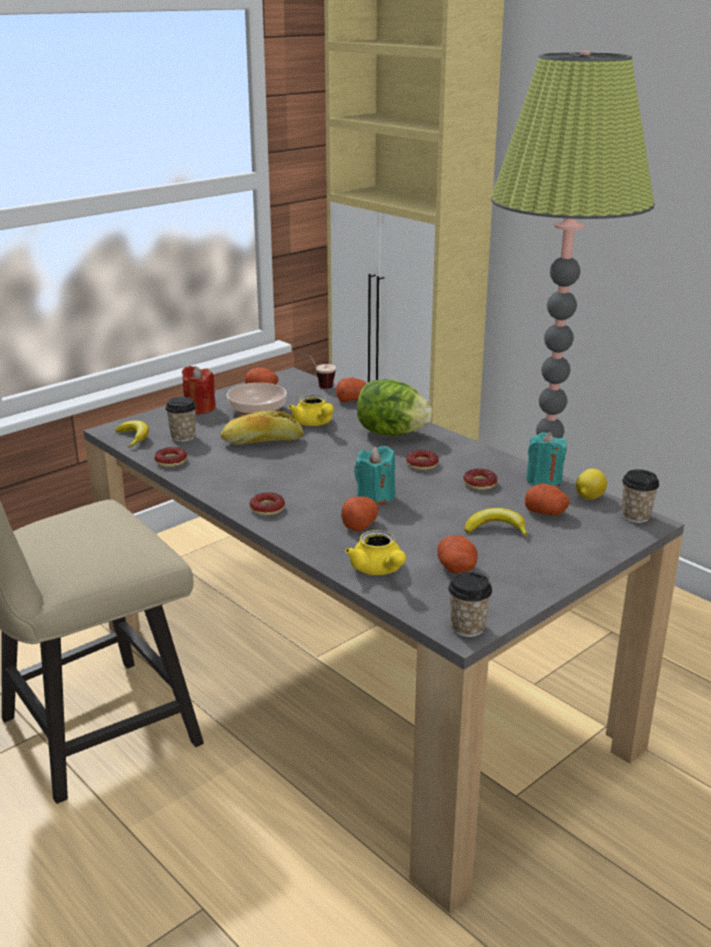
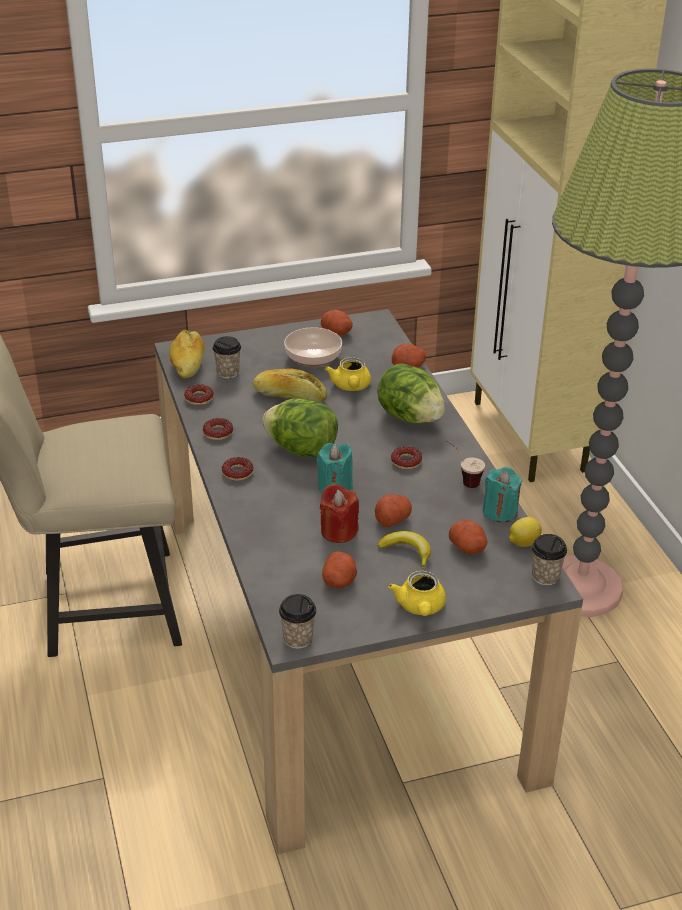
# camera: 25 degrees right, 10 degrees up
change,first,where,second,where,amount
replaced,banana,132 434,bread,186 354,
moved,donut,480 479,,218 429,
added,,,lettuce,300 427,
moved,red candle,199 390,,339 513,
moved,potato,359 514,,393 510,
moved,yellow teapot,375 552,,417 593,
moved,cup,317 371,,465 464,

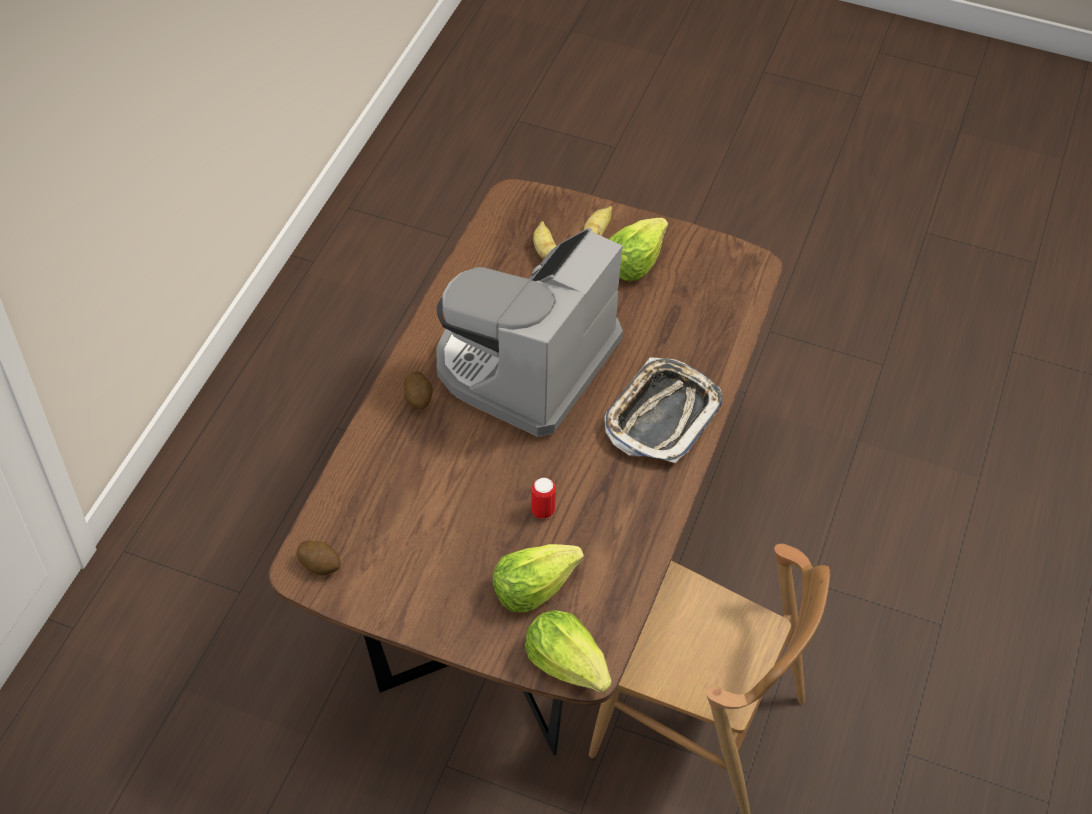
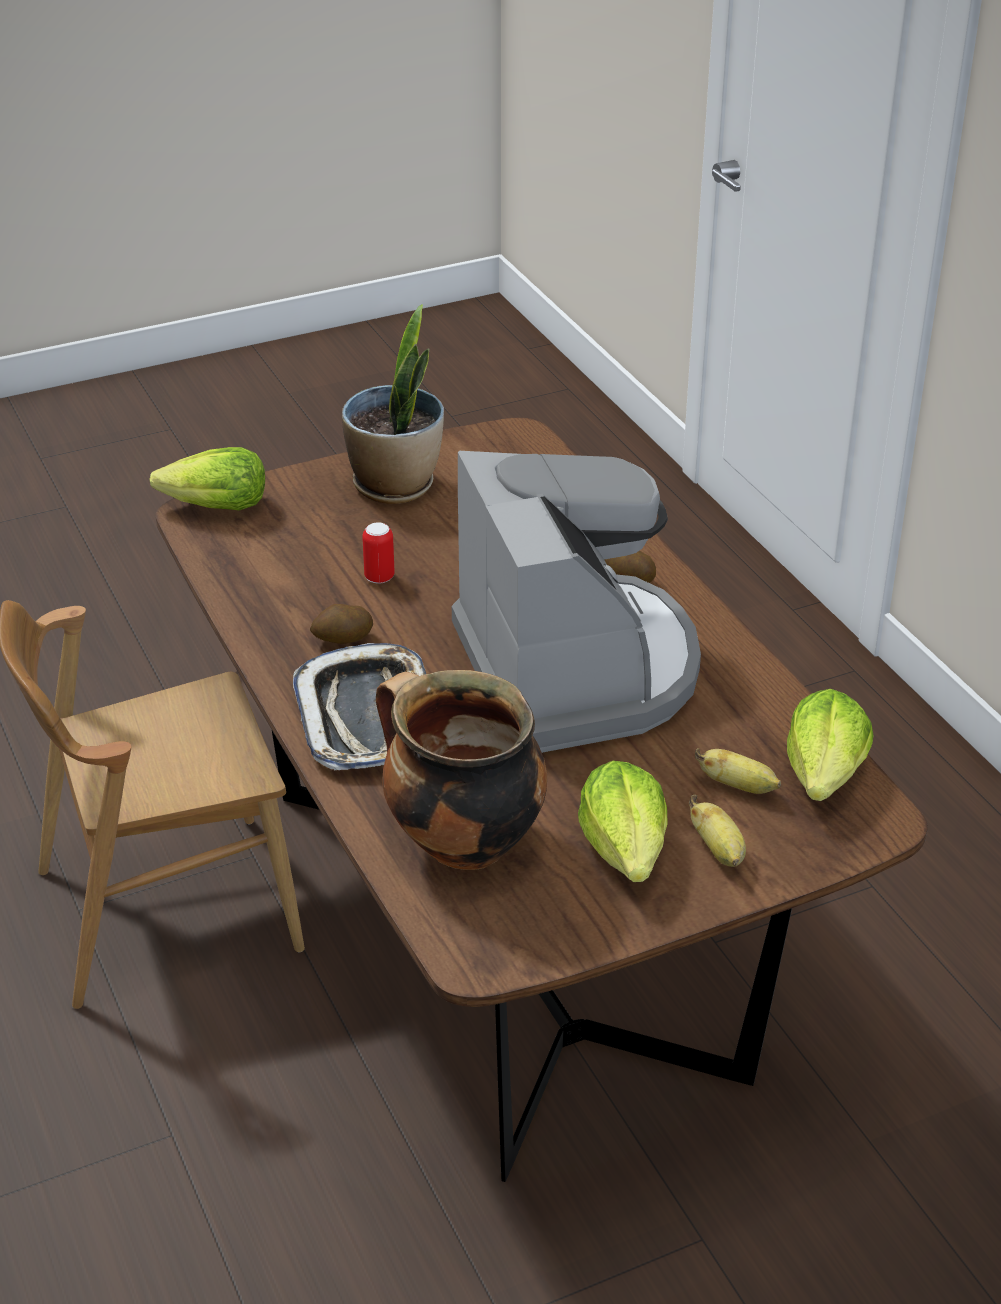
# camera: 135 degrees right, 15 degrees down
change,first,where,second,where,amount
moved,potato,318 558,,341 624,
added,,,potted plant,393 404,
added,,,cooking pot,461 770,
moved,lettuce,538 578,,830 745,

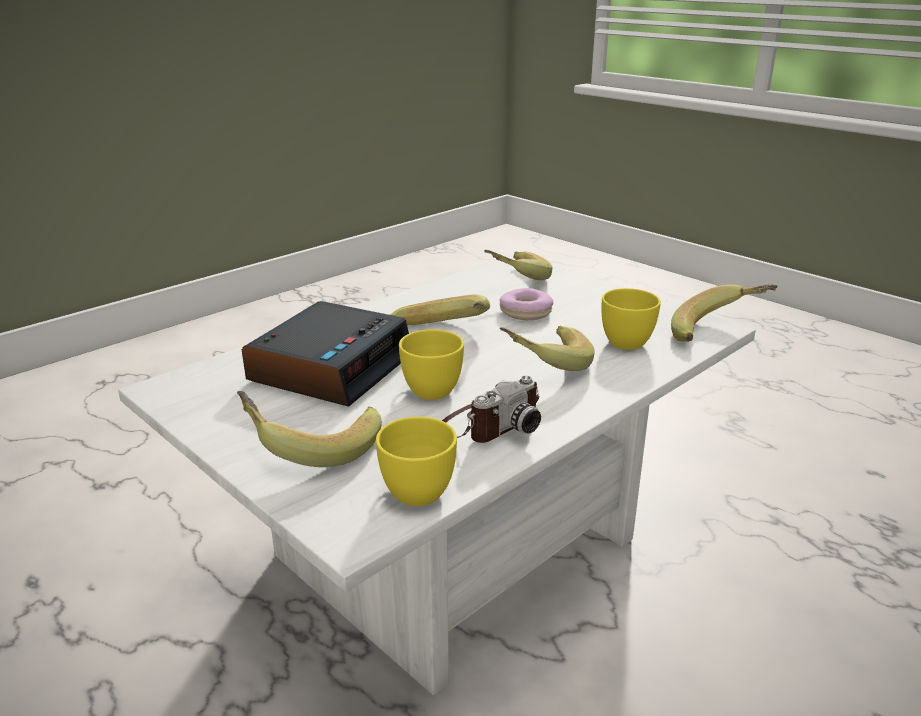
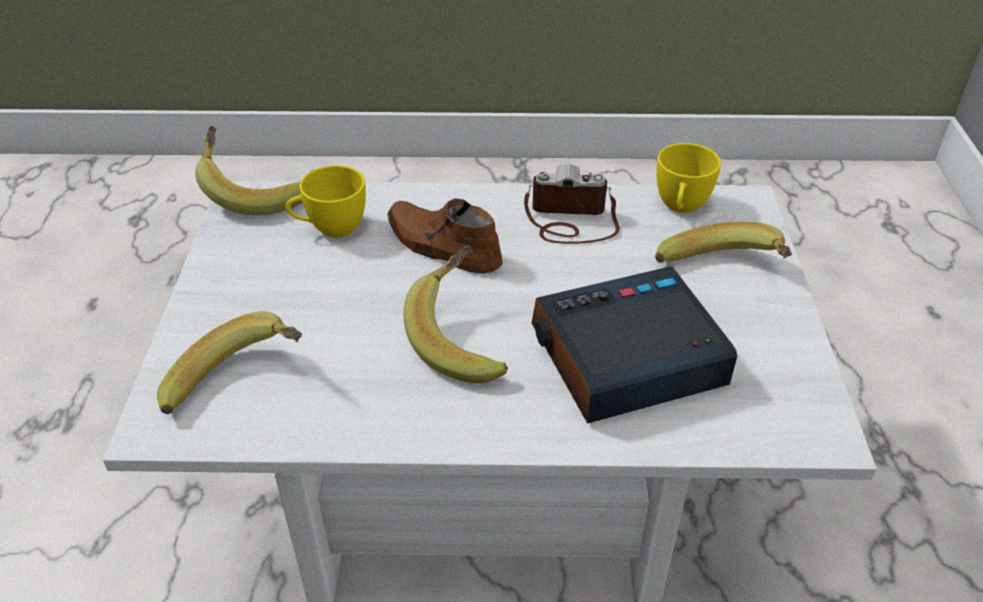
# camera: 135 degrees left, 15 degrees up
change,first,where,second,where,amount
replaced,banana,547 348,brown shoe,445 236,
removed,yellow cup,431 364,,,
removed,donut,526 304,,,

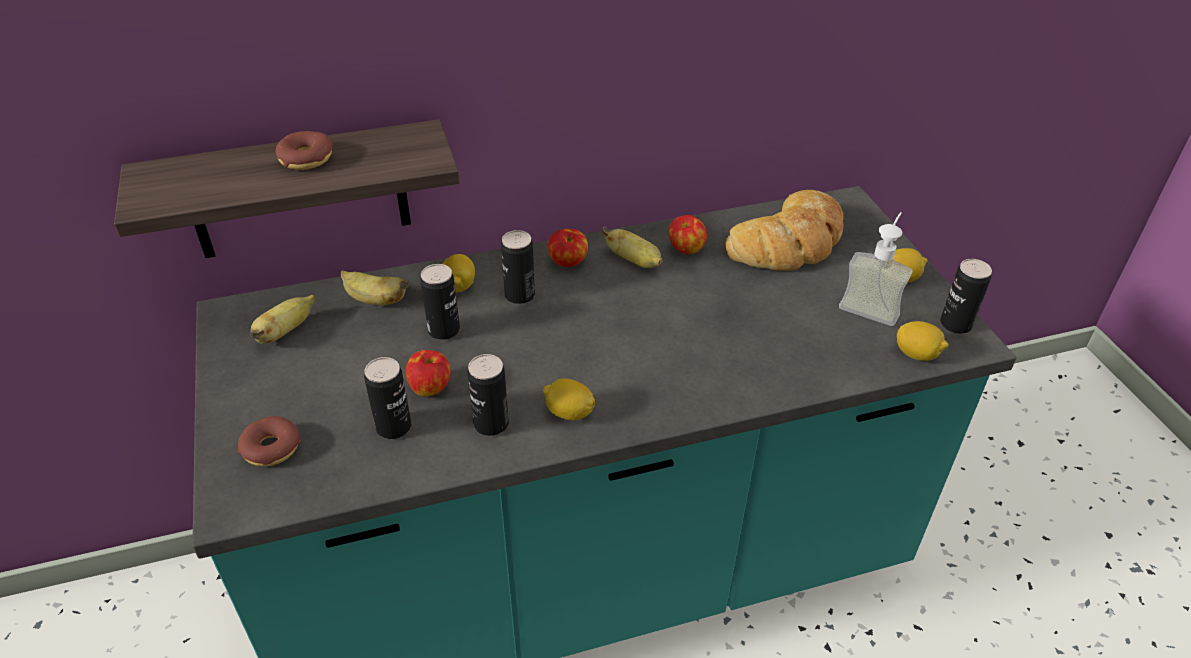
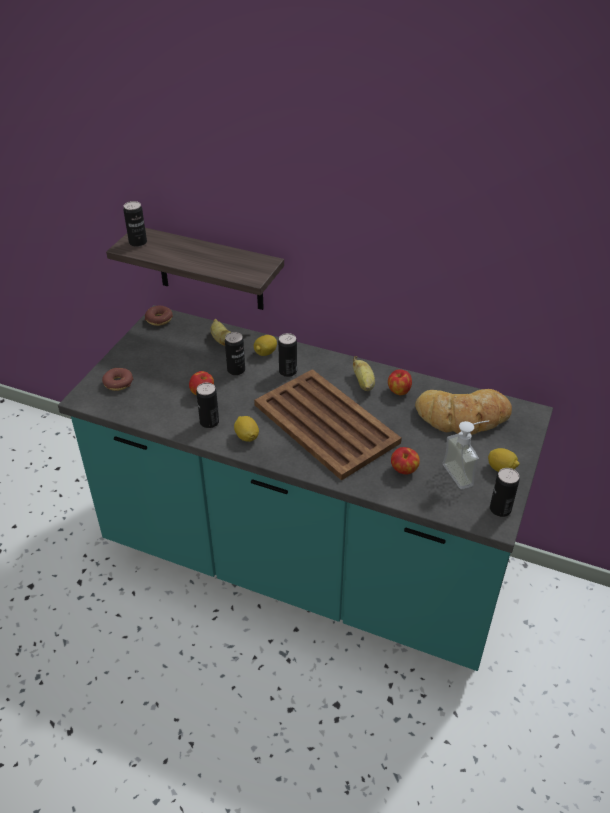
# camera: 40 degrees right, 0 degrees up
change,first,where,second,where,amount
moved,can,387 398,,135 224,
moved,donut,304 150,,159 316,
added,,,brown tray,328 425,
moved,apple,568 248,,405 460,
removed,banana,282 319,,,
removed,lemon,923 341,,,

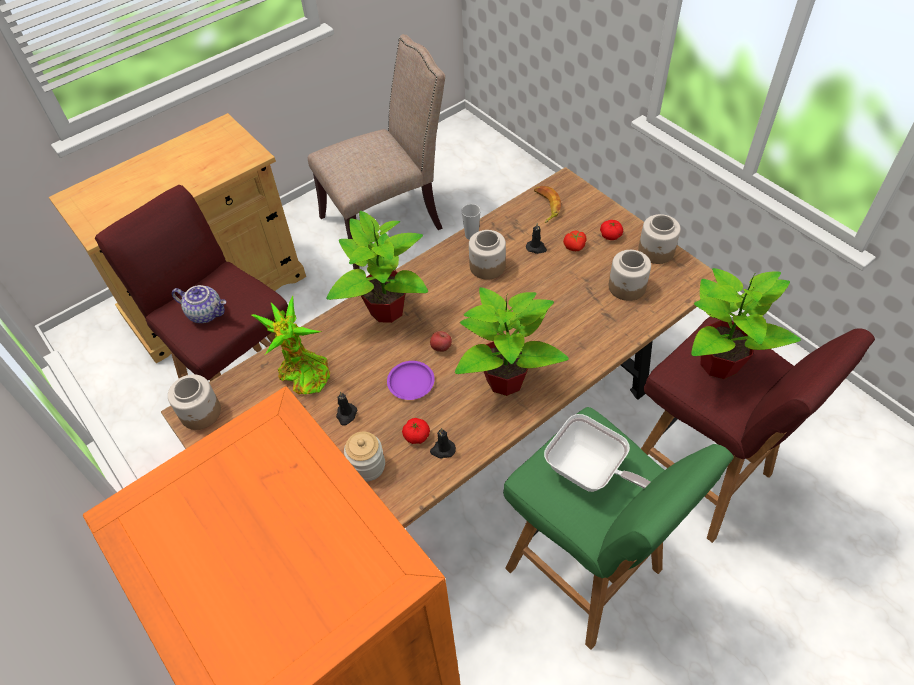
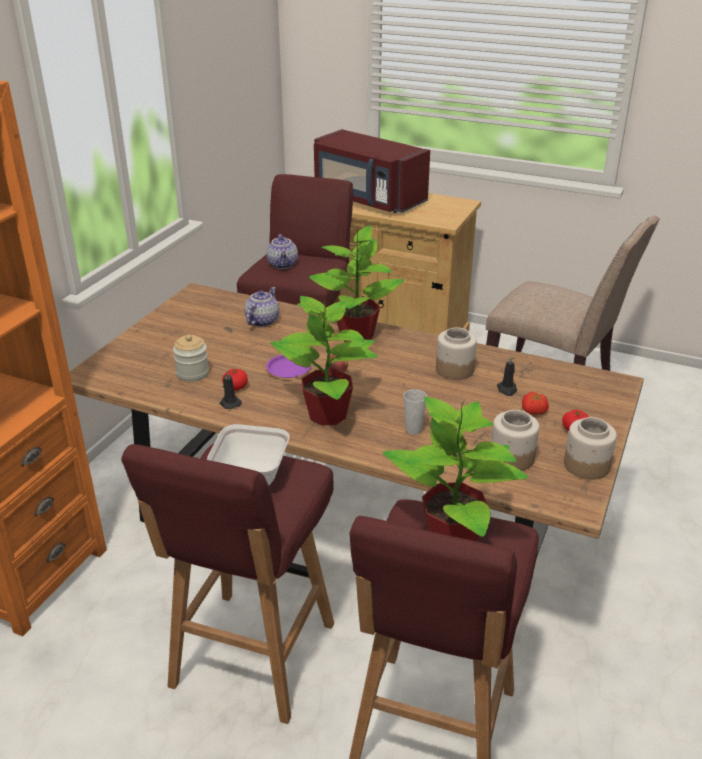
# camera: 60 degrees right, 20 degrees down
change,first,where,second,where,amount
recoloured,green stool,618 528,red stool,227 584,
replaced,potted plant,291 345,teapot,261 307,
added,,,red microwave,372 171,
moved,cup,471 222,,415 412,
removed,jar,194 402,,,
removed,black candle,347 409,,,
removed,banana,547 204,,,

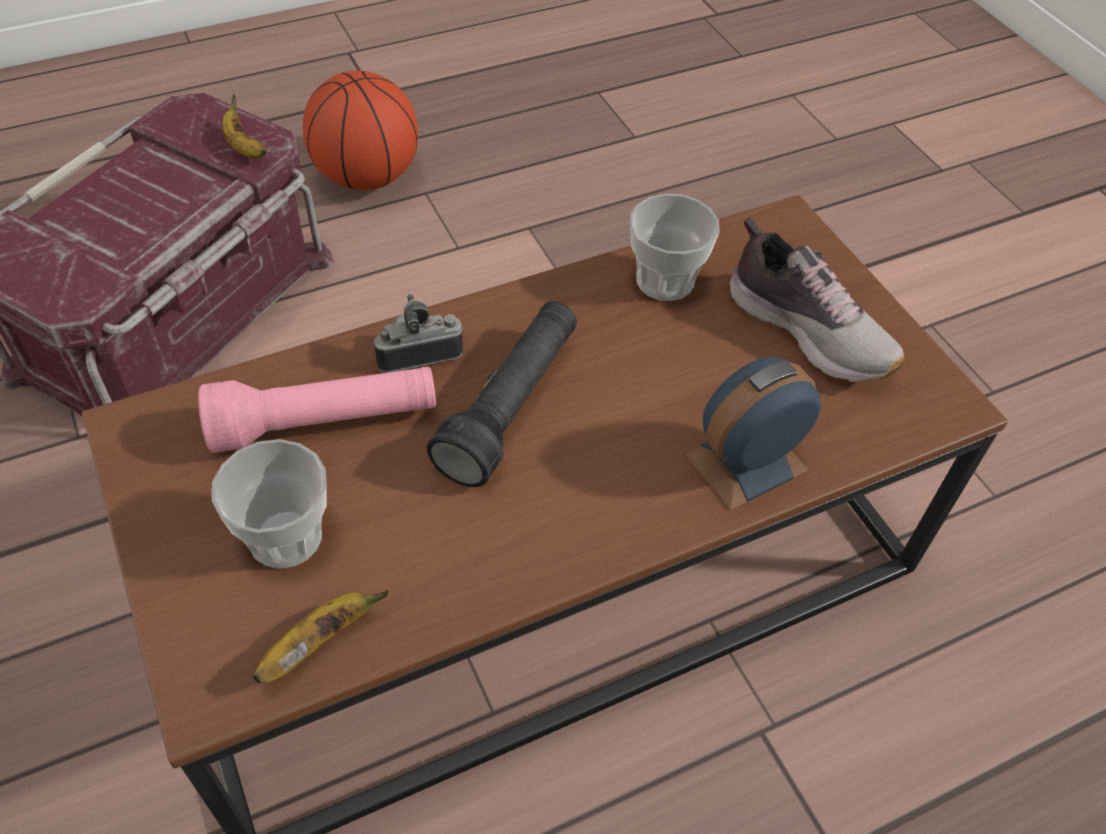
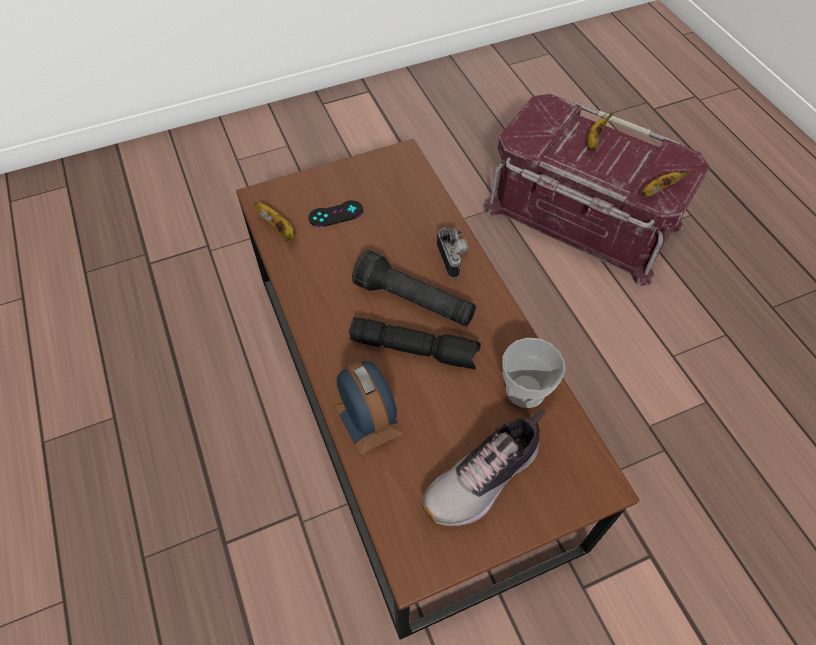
# camera: 95 degrees right, 5 degrees up
change,first,where,second,where,amount
replaced,cup,269 504,black game controller,335 213,
added,,,black flashlight,415 344,
added,,,banana,600 131,
removed,pink flashlight,317 410,,,
removed,basketball,360 130,,,

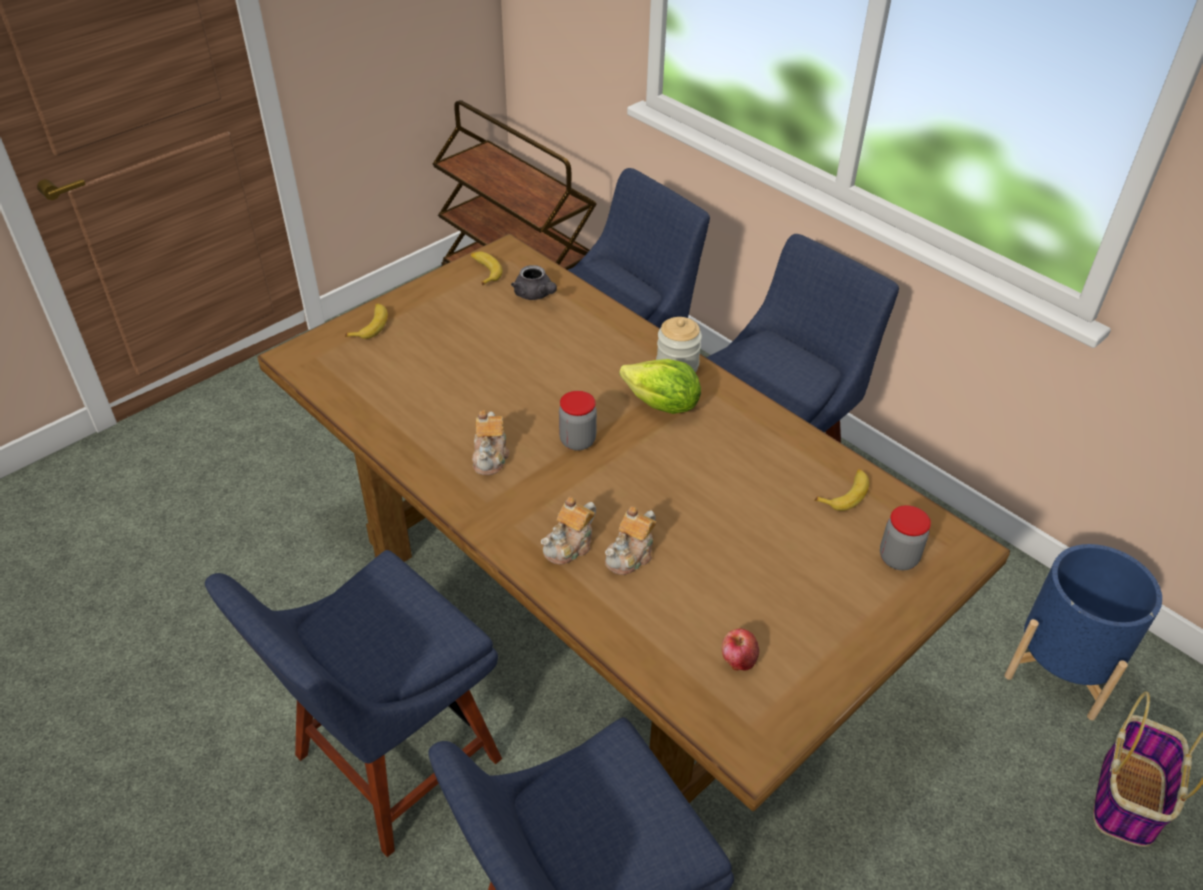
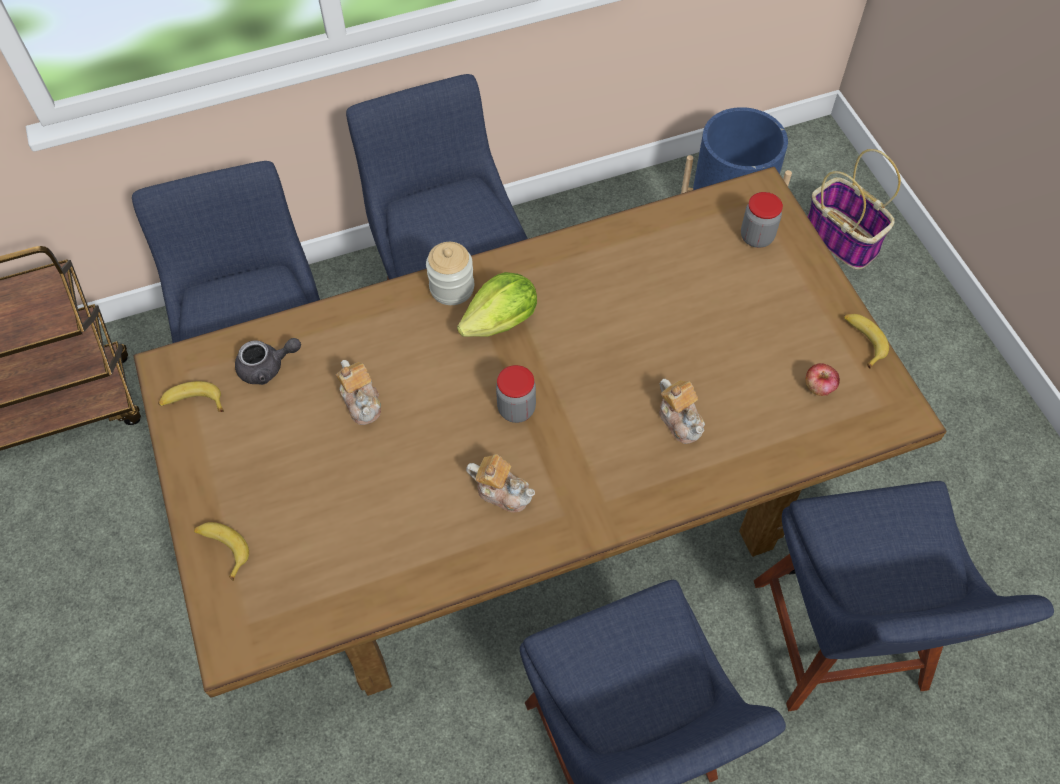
# camera: 65 degrees left, 15 degrees up
change,first,where,second,where,amount
moved,teapot,568 531,,358 392,
moved,banana,841 490,,866 341,

